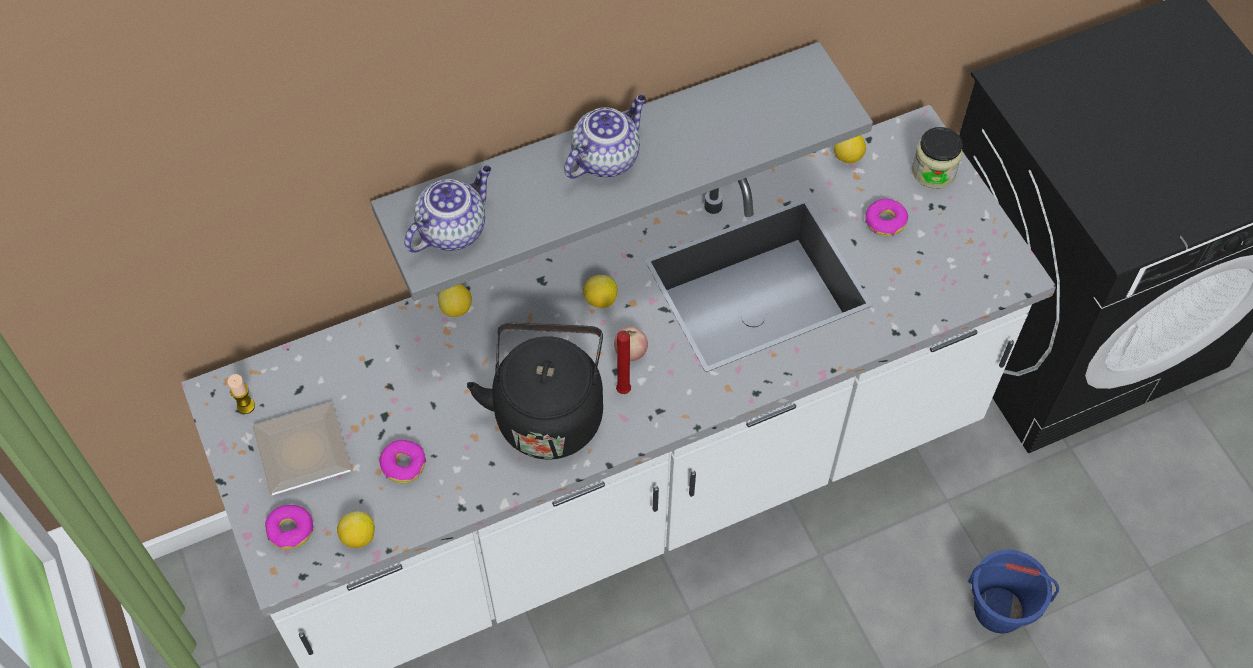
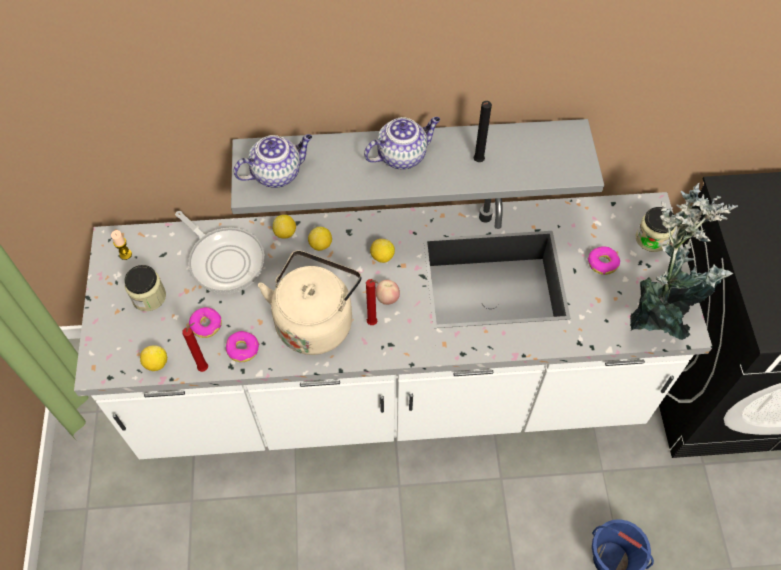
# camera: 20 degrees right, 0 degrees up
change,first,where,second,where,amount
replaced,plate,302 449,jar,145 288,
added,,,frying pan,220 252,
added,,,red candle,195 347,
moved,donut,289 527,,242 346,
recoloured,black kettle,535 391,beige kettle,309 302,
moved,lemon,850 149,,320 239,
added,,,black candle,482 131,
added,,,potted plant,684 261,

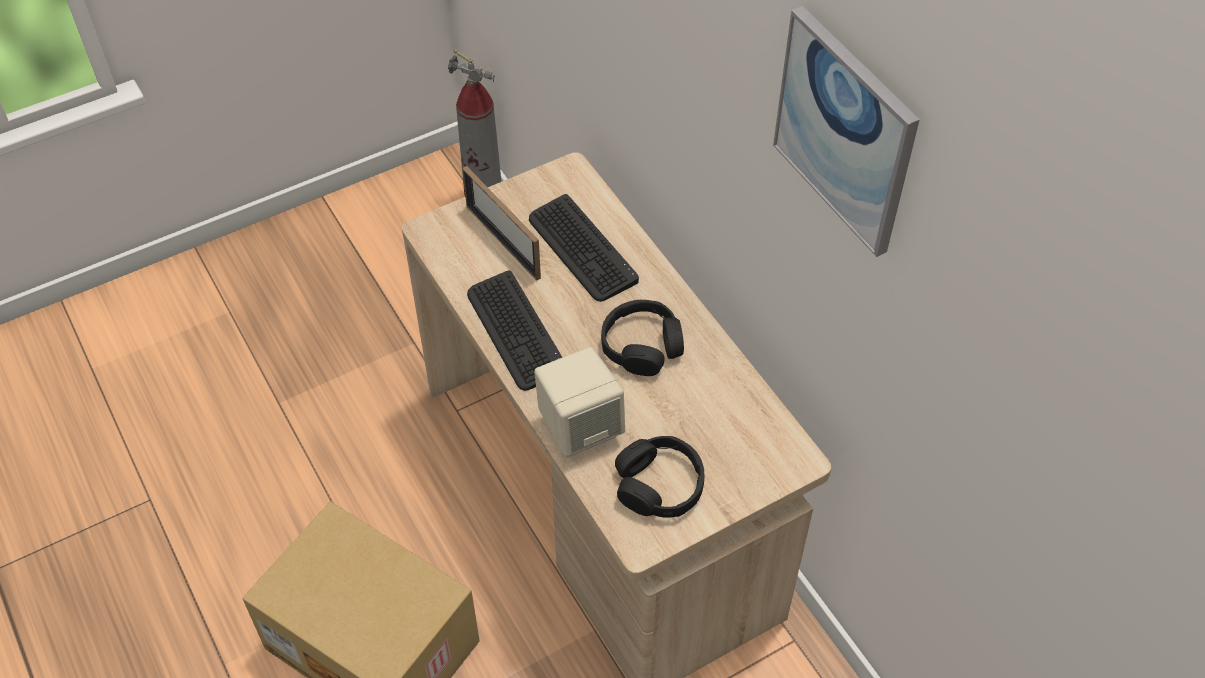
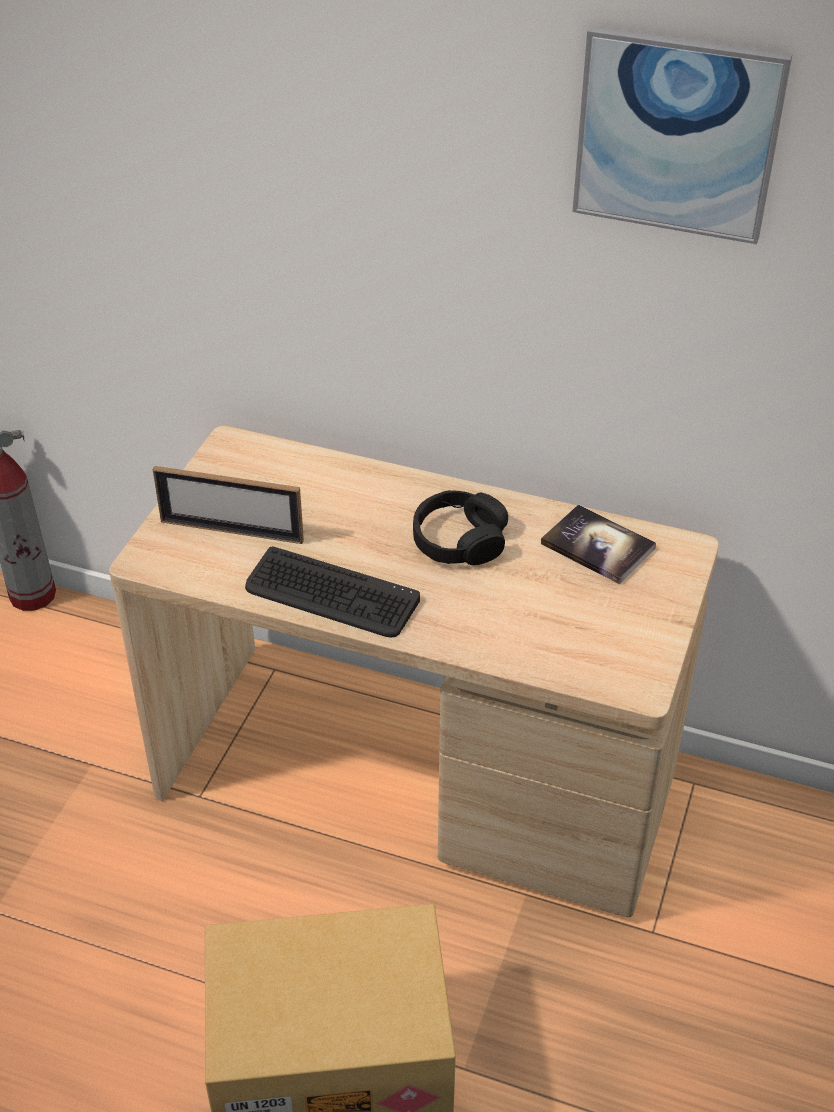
# camera: 40 degrees left, 10 degrees down
change,first,where,second,where,amount
added,,,book,598 544,
removed,keyboard,584 248,,,
removed,beige speaker,579 402,,,
removed,black headphones,659 477,,,

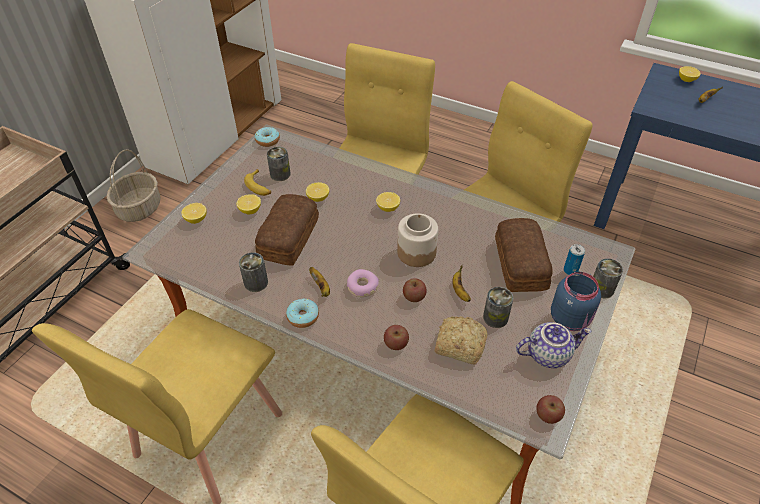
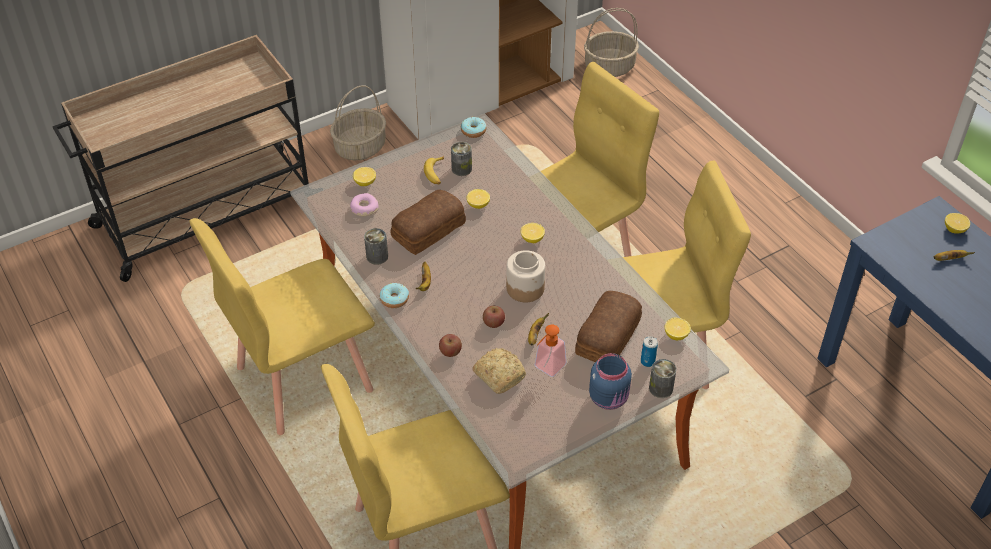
# camera: 30 degrees right, 0 degrees up
change,first,where,second,where,amount
moved,donut,363 283,,364 204,
replaced,can,498 307,soap dispenser,551 351,
added,,,basket,611 42,
moved,lemon,248 204,,677 329,
removed,teapot,553 345,,,
removed,apple,550 409,,,

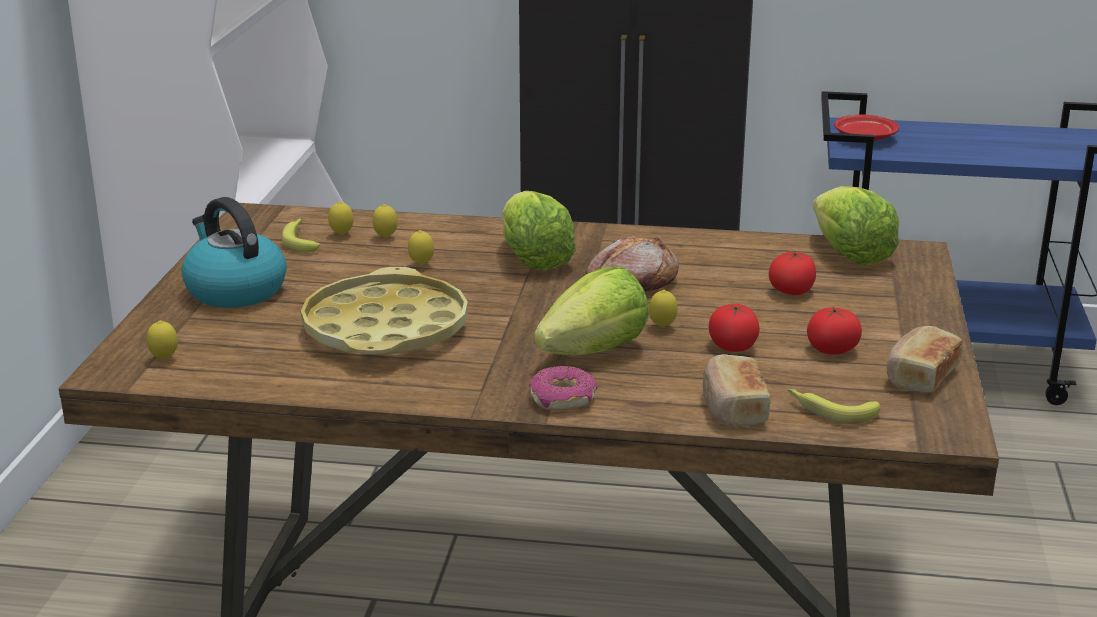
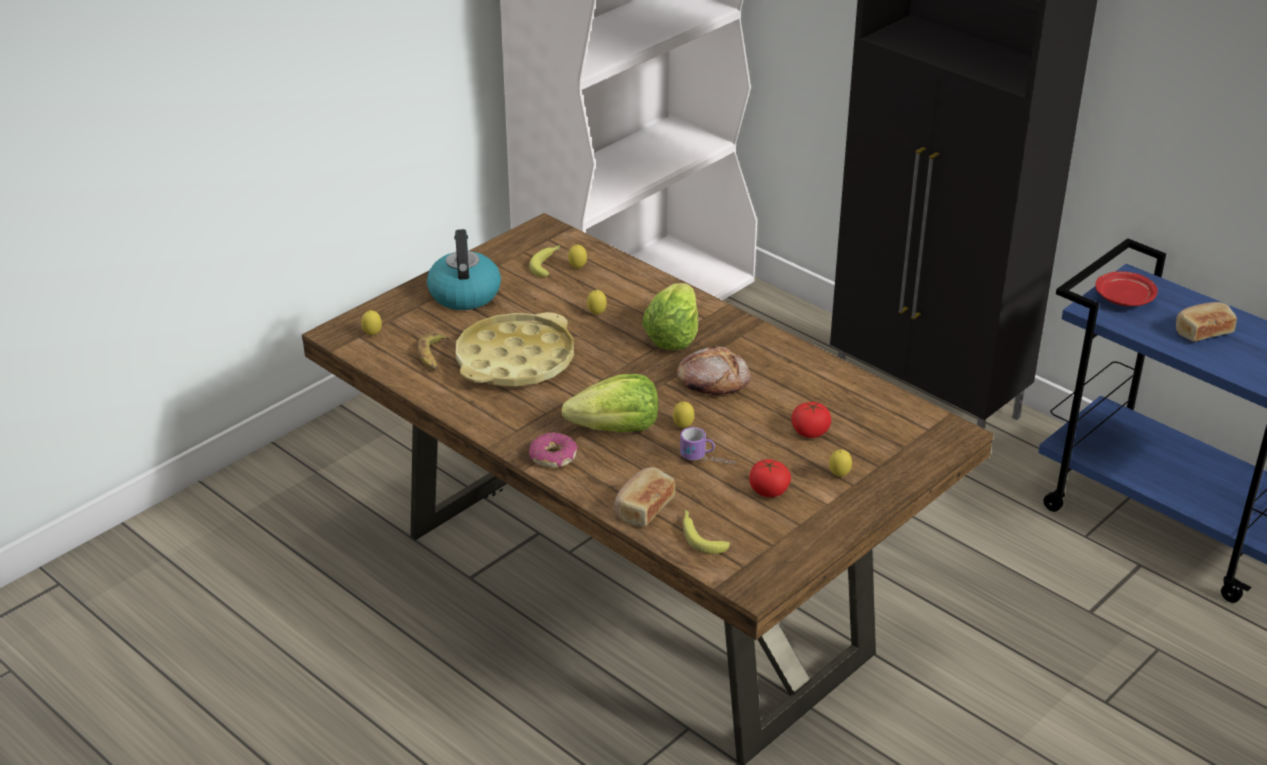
# camera: 35 degrees right, 10 degrees up
change,first,where,second,where,amount
added,,,banana,433 351,
replaced,tomato,734 328,mug,708 445,
moved,lemon,385 221,,840 463,
moved,bread,924 359,,1206 322,
removed,lettuce,856 225,,,

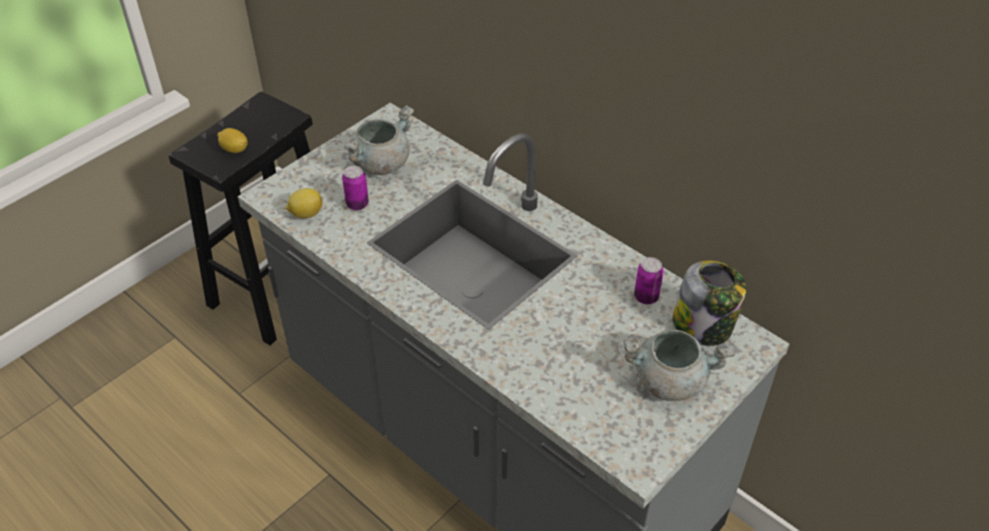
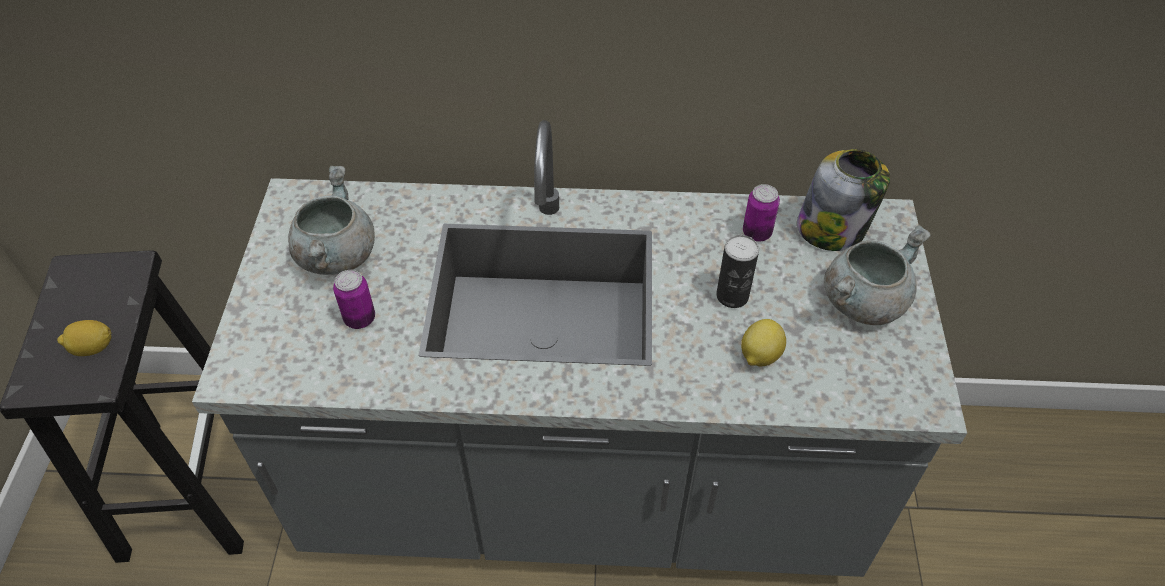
# camera: 40 degrees left, 5 degrees up
change,first,where,second,where,amount
added,,,can,737 271,
moved,lemon,304 203,,763 342,

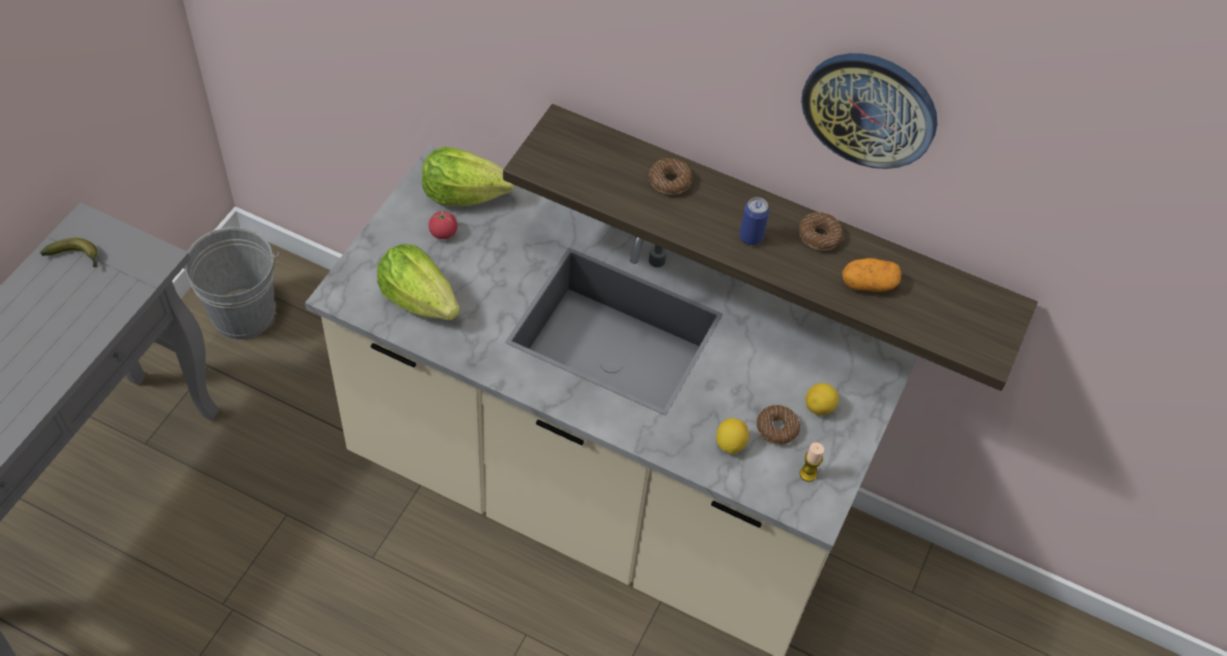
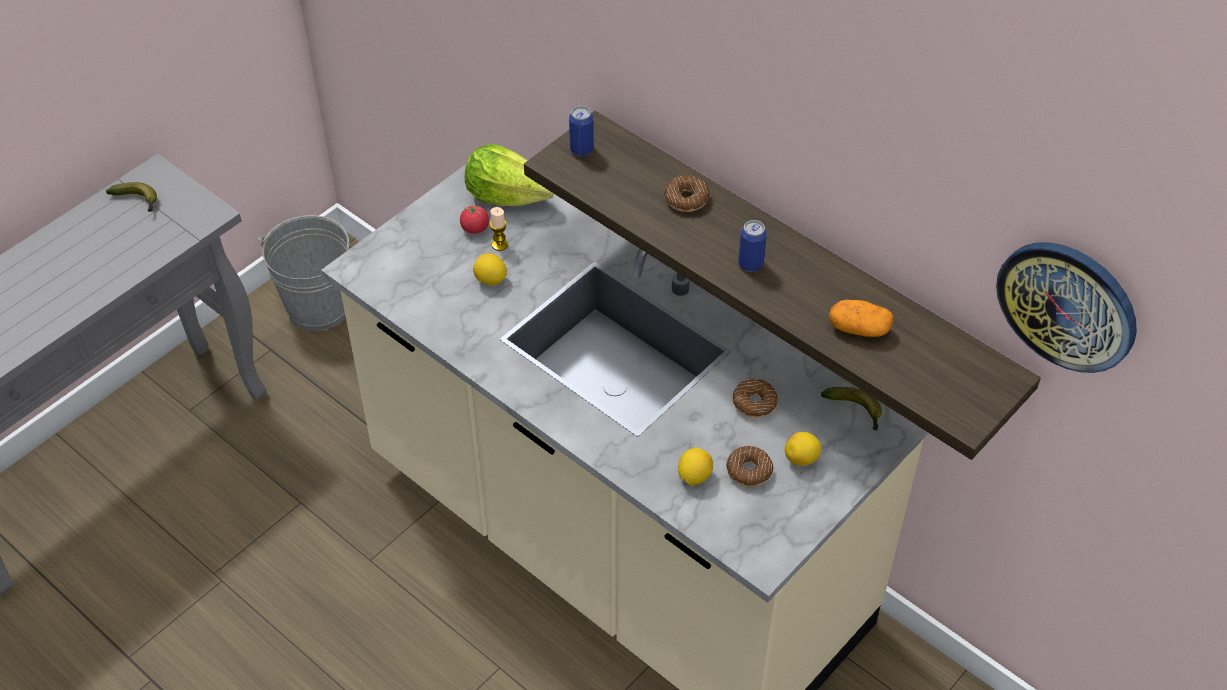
# camera: 20 degrees right, 5 degrees down
change,first,where,second,where,amount
added,,,lemon,490 269,
moved,candle,812 462,,499 229,
added,,,can,581 131,
moved,donut,821 231,,755 398,
added,,,banana,851 409,
moved,wall clock,869 111,,1066 307,
removed,lettuce,418 282,,,

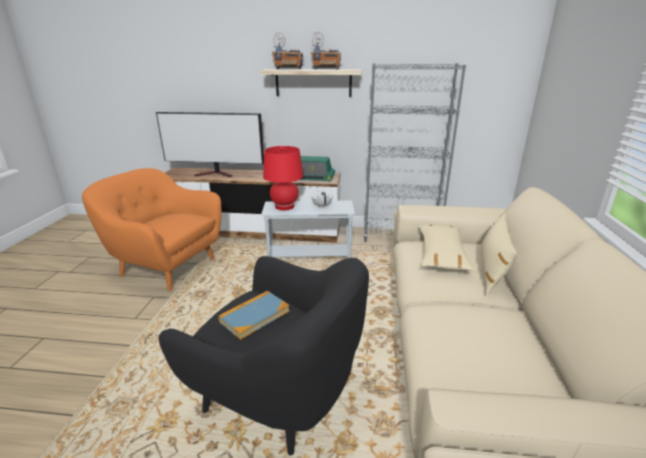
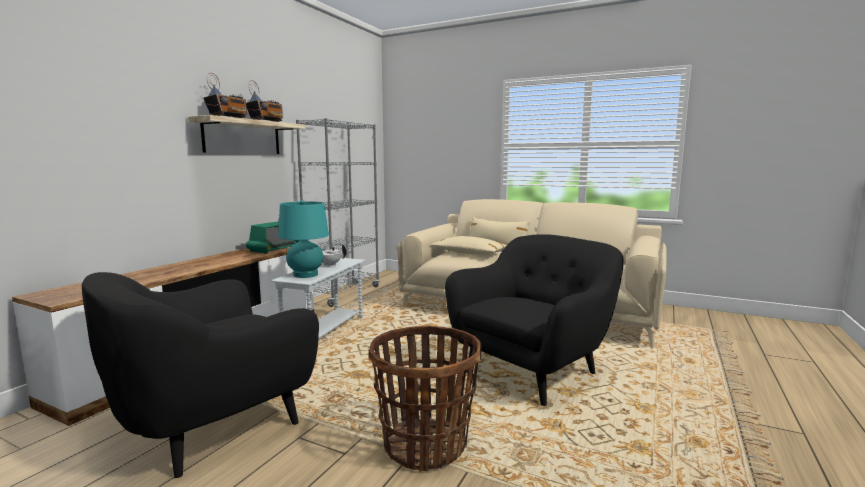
# camera: 70 degrees left, 15 degrees down
change,first,where,second,where,amount
recoloured,orange armchair,151 229,black armchair,200 375,
recoloured,red table lamp,283 178,turquoise table lamp,303 239,
added,,,basket,425 399,
removed,television,210 144,,,
removed,book,254 315,,,

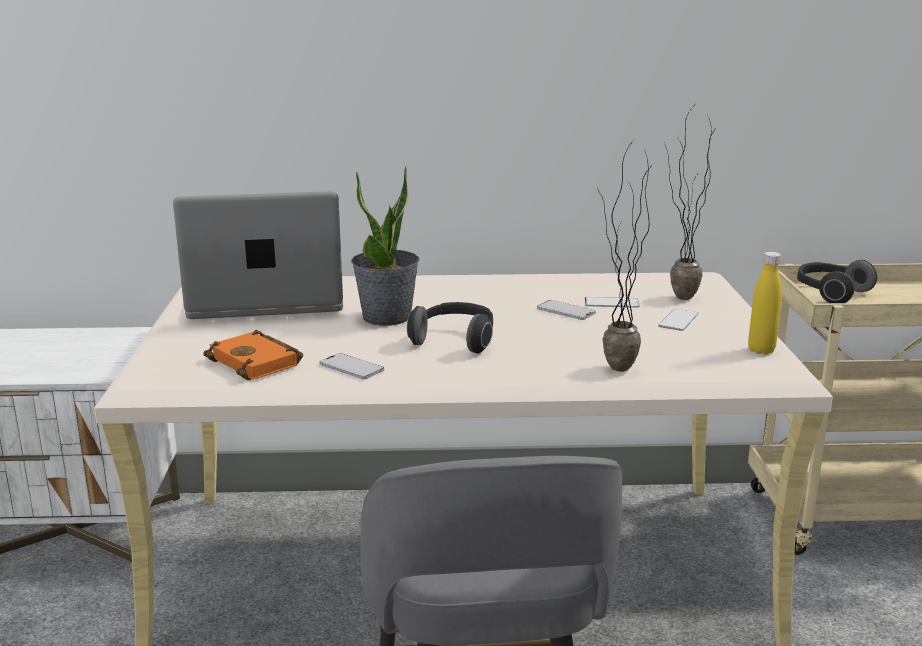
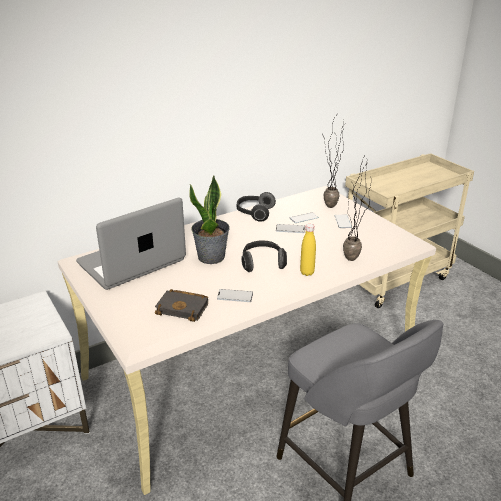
# camera: 30 degrees left, 10 degrees up
change,first,where,second,where,amount
recoloured,orange book,253 355,black book,181 305,
moved,headphones,837 281,,256 207,
moved,yellow bottle,765 303,,308 250,

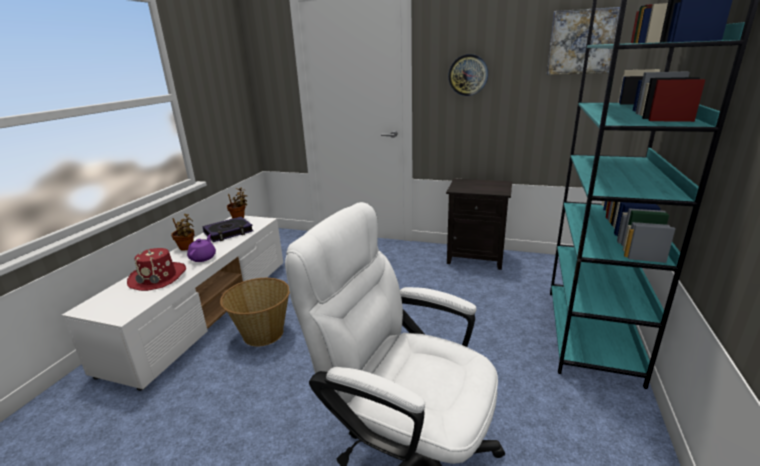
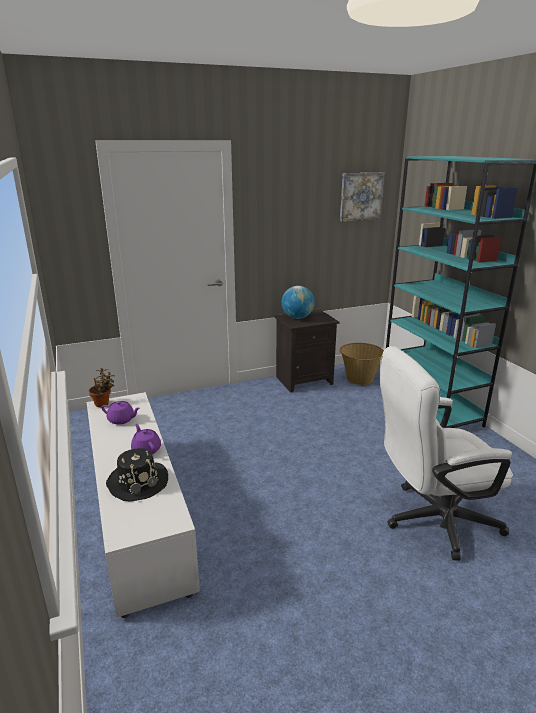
# camera: 40 degrees left, 0 degrees up
change,first,where,second,where,amount
replaced,book,228 229,purple teapot,120 413,
recoloured,red hat,156 269,black hat,137 475,
added,,,globe,298 302,
moved,basket,255 312,,362 364,
removed,potted plant,183 232,,,
removed,wall clock,468 75,,,

